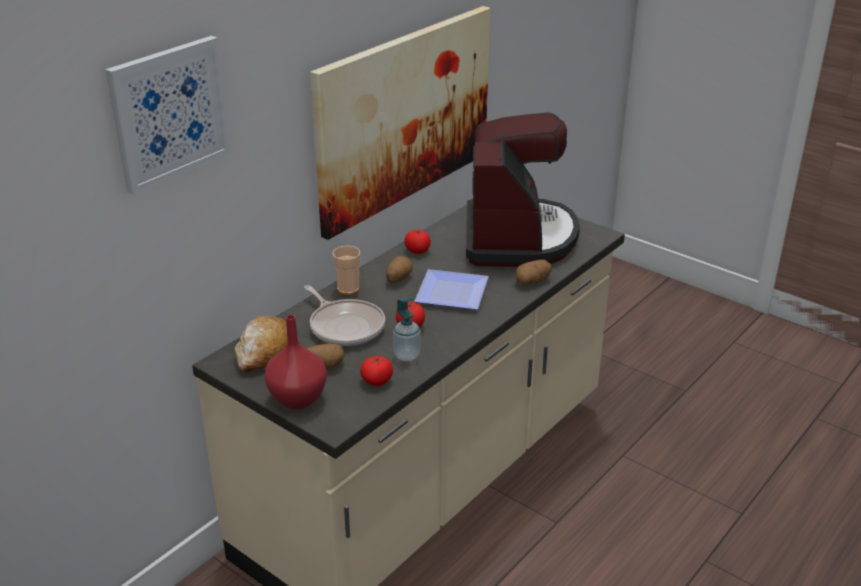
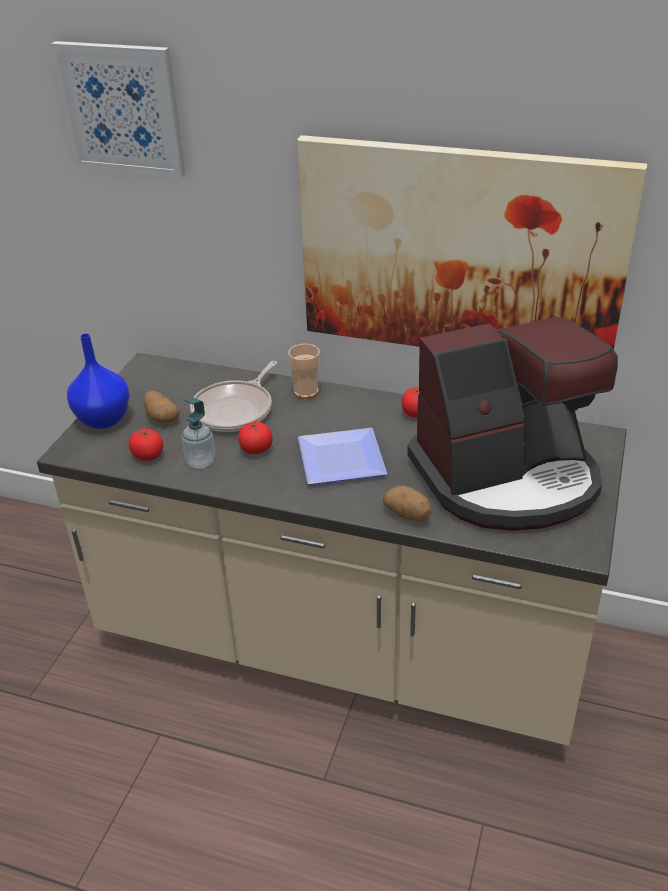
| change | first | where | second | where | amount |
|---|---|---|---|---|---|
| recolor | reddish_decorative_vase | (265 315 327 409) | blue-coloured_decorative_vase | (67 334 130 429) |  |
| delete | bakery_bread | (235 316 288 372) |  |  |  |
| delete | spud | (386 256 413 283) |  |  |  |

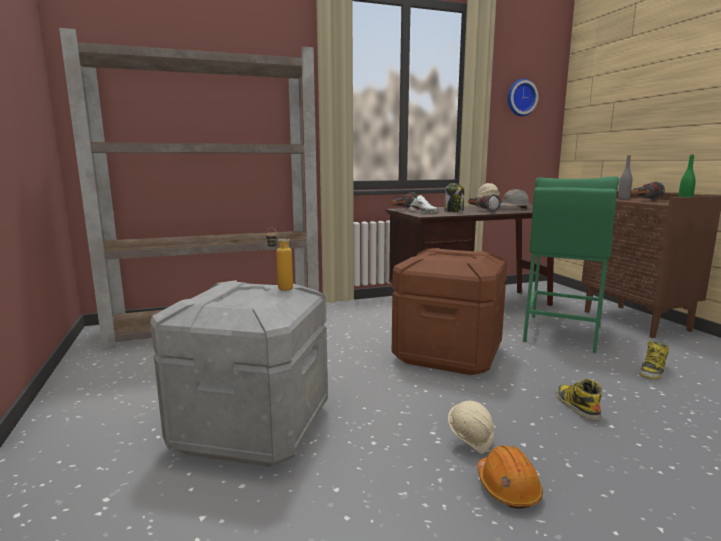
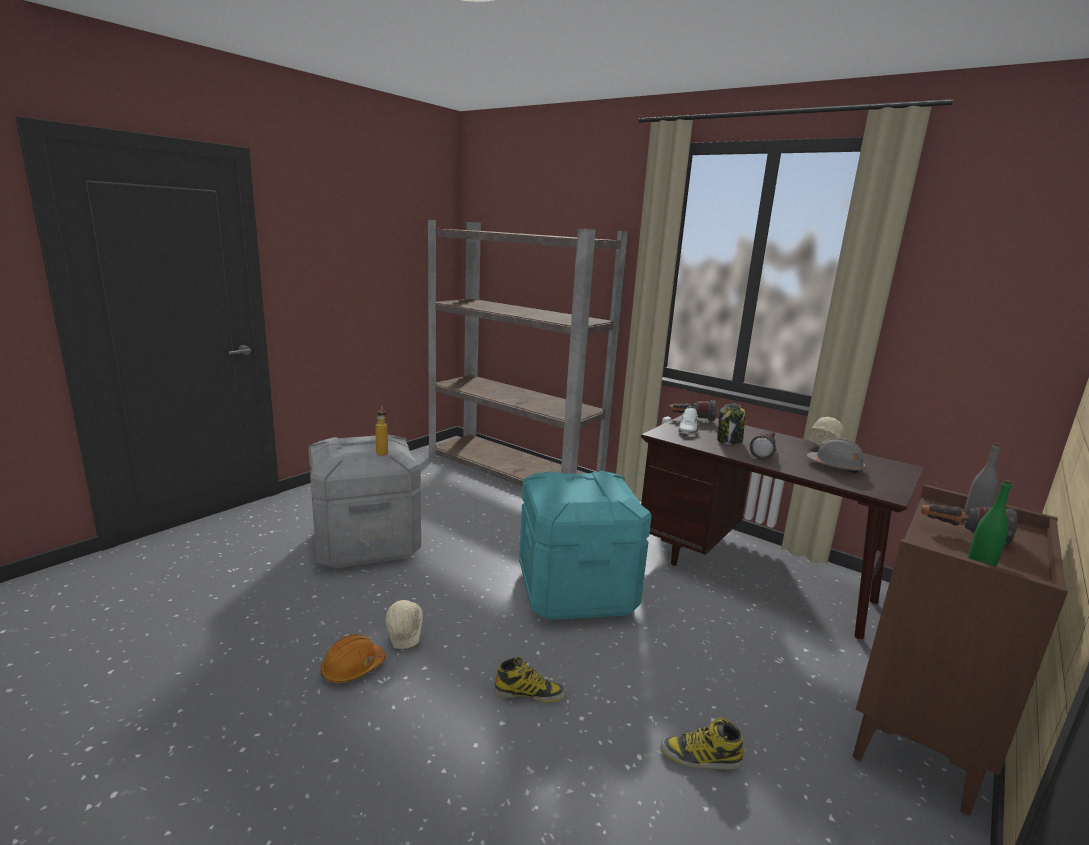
| change | first | where | second | where | amount |
|---|---|---|---|---|---|
| rotate | boot | (556 379 602 421) |  | (494 656 566 703) | 45 degrees clockwise |
| recolor | brown-coloured_storage_box | (392 248 507 375) | turquoise-coloured_storage_box | (519 471 652 620) |  |
| delete | wall_clock | (507 79 538 116) |  |  |  |
| delete | green_stool_seat | (523 176 619 353) |  |  |  |

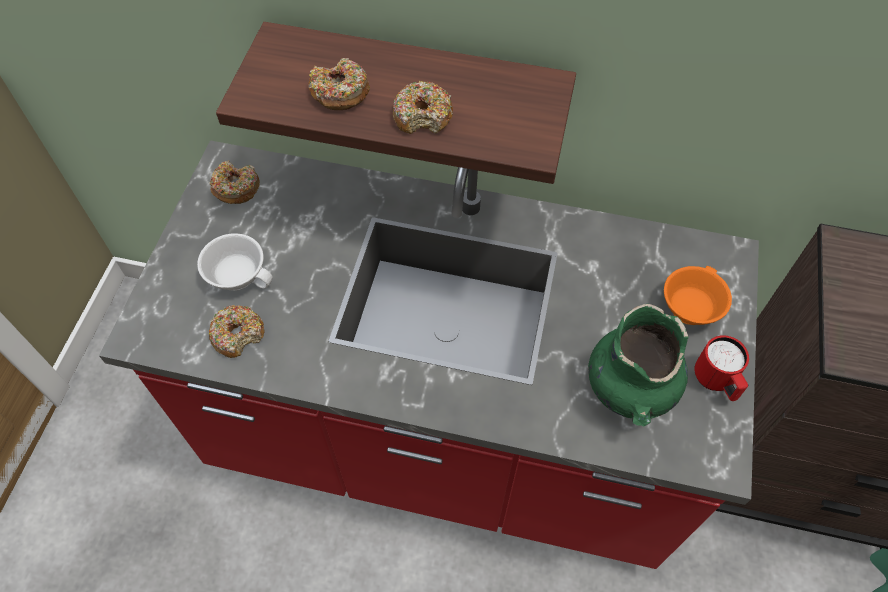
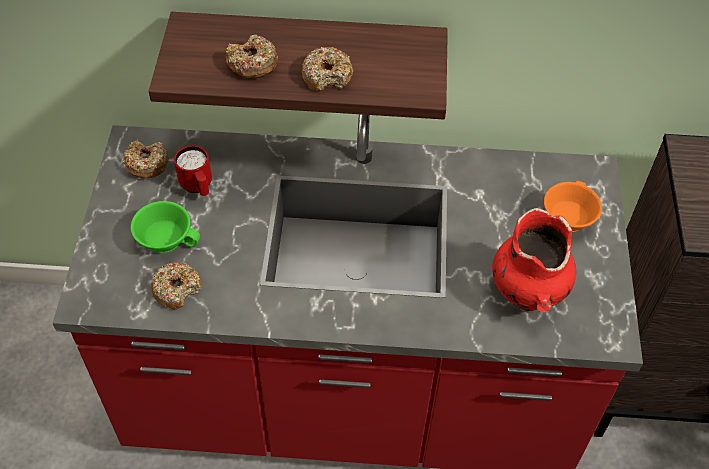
| change | first | where | second | where | amount |
|---|---|---|---|---|---|
| recolor | white_cup | (197 233 273 291) | green_cup | (131 201 200 253) |  |
| move | reddish_mug | (695 335 749 401) |  | (174 145 212 196) |  |
| recolor | green_decorative_vase | (588 304 689 427) | reddish_decorative_vase | (492 208 576 312) |  |

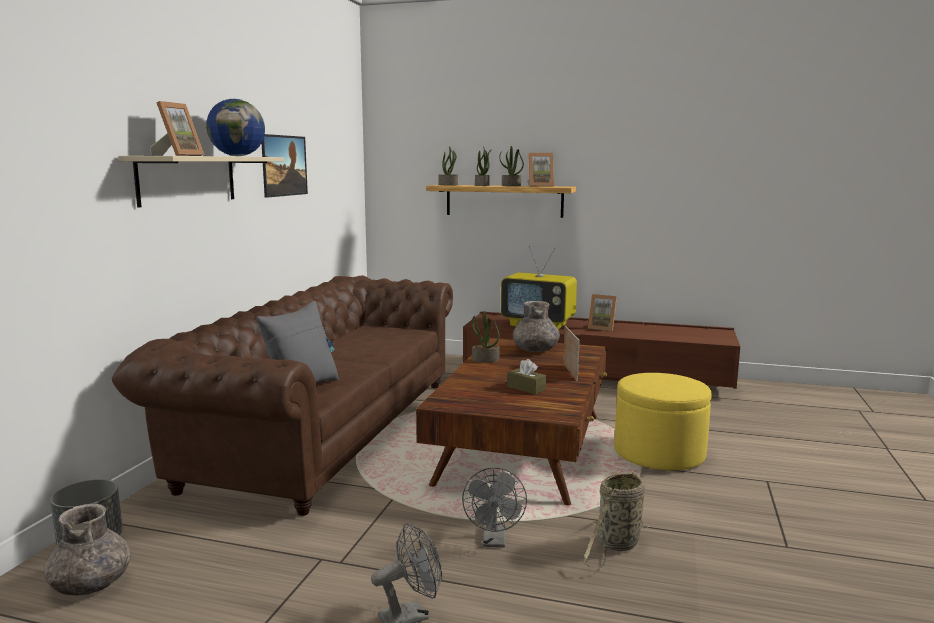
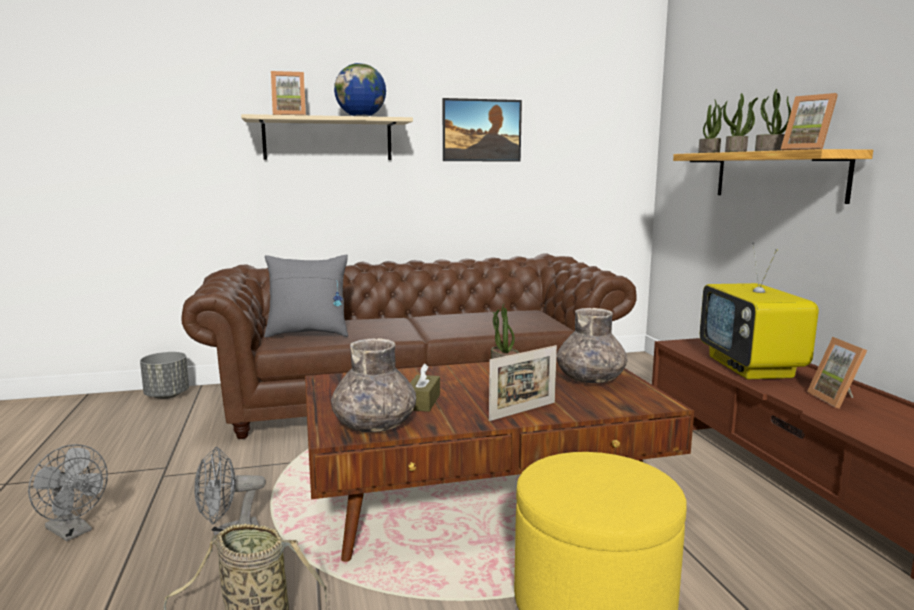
| change | first | where | second | where | amount |
|---|---|---|---|---|---|
| move | gray_decorative_vase | (45 504 131 596) |  | (331 338 416 432) |  |

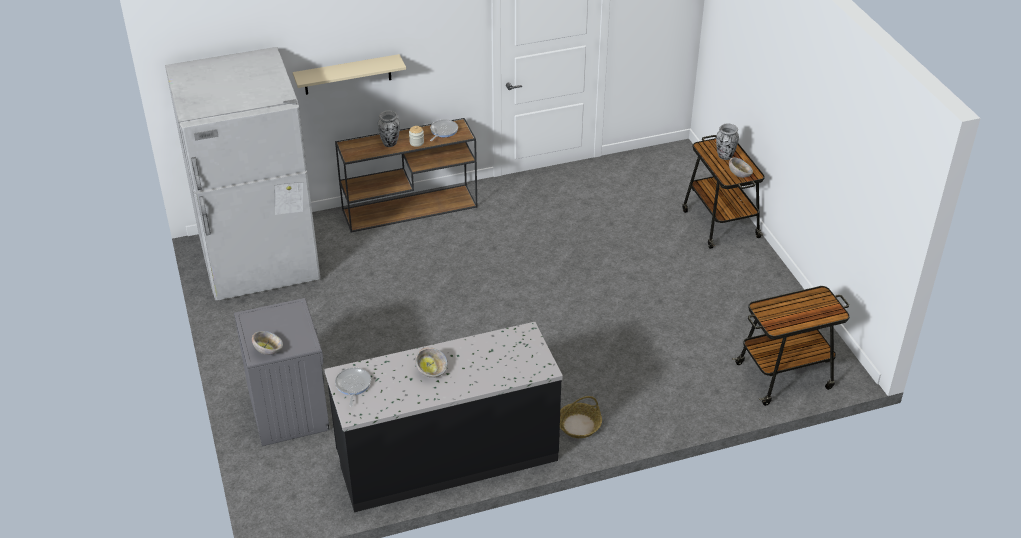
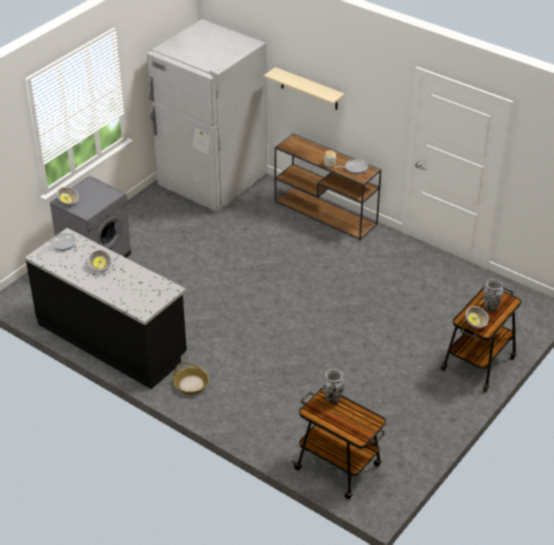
| change | first | where | second | where | amount |
|---|---|---|---|---|---|
| move | decorative_vase | (378 111 400 147) |  | (323 369 345 403) |  |

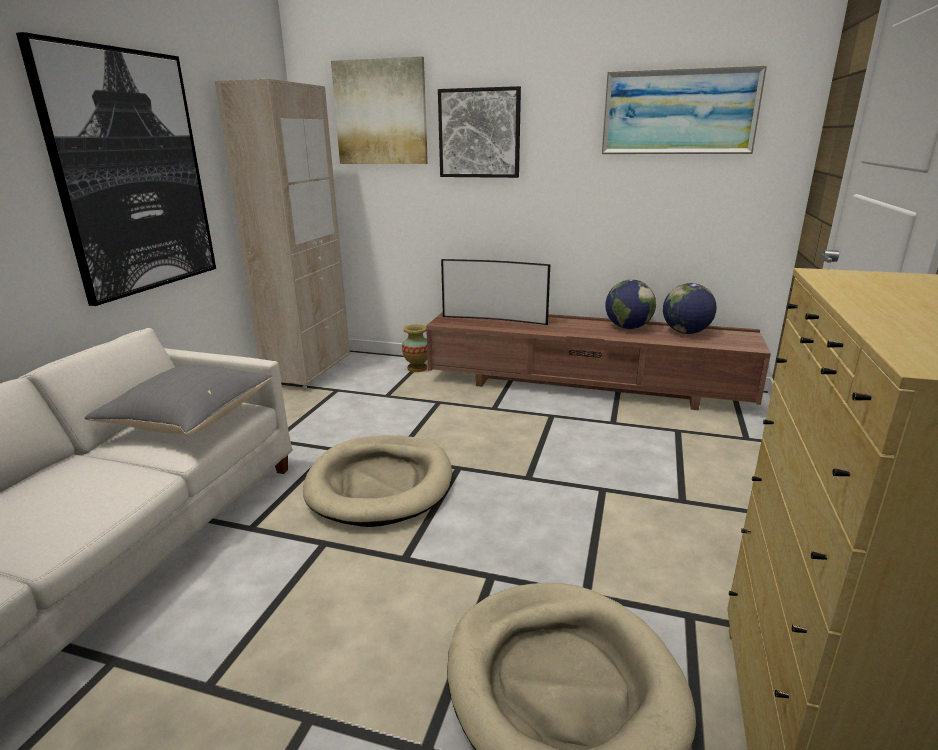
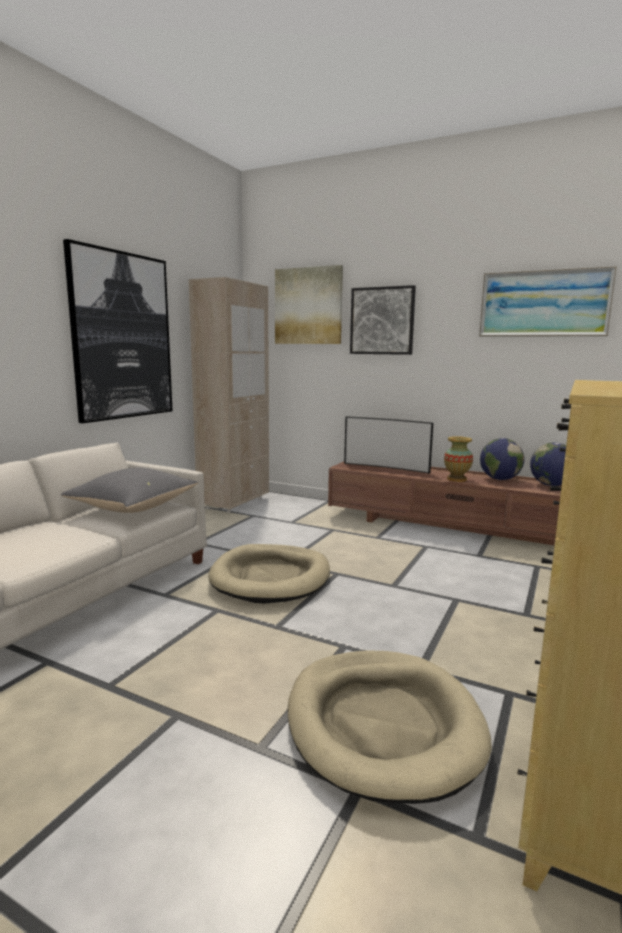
| change | first | where | second | where | amount |
|---|---|---|---|---|---|
| move | decorative_vase | (402 324 428 372) |  | (444 436 473 482) |  |

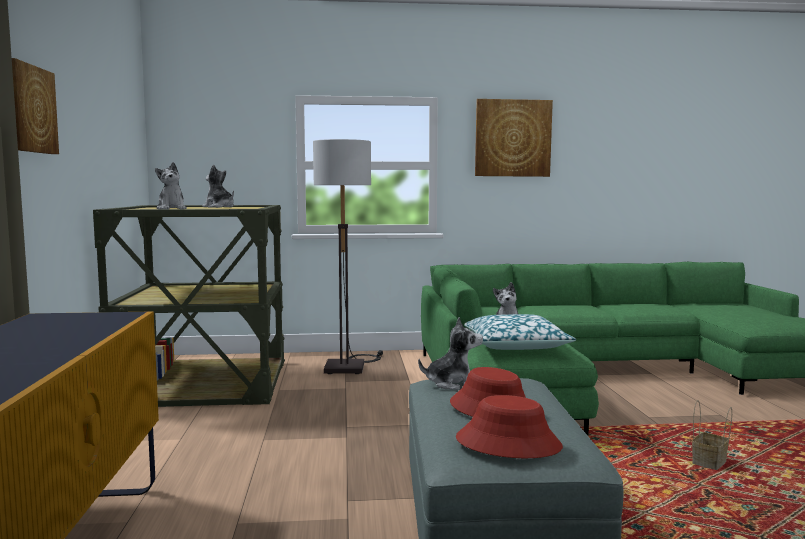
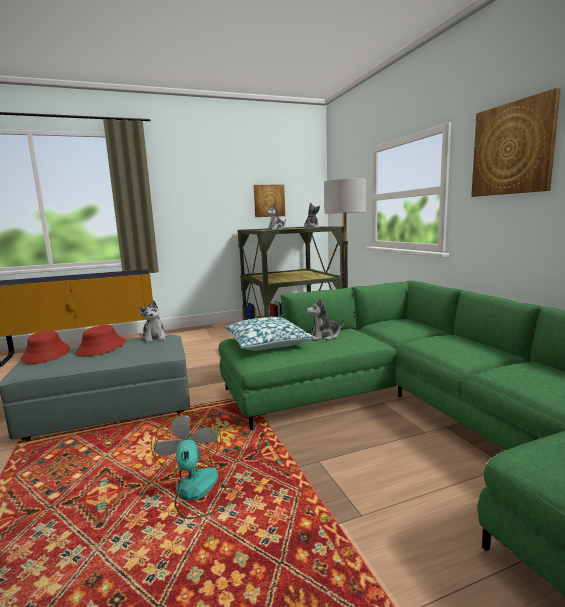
| change | first | where | second | where | amount |
|---|---|---|---|---|---|
| replace | household_basket | (692 400 732 470) | cooling_fan | (151 413 239 519) |  |
| move | wall_picture | (12 58 59 154) |  | (254 184 285 217) |  |

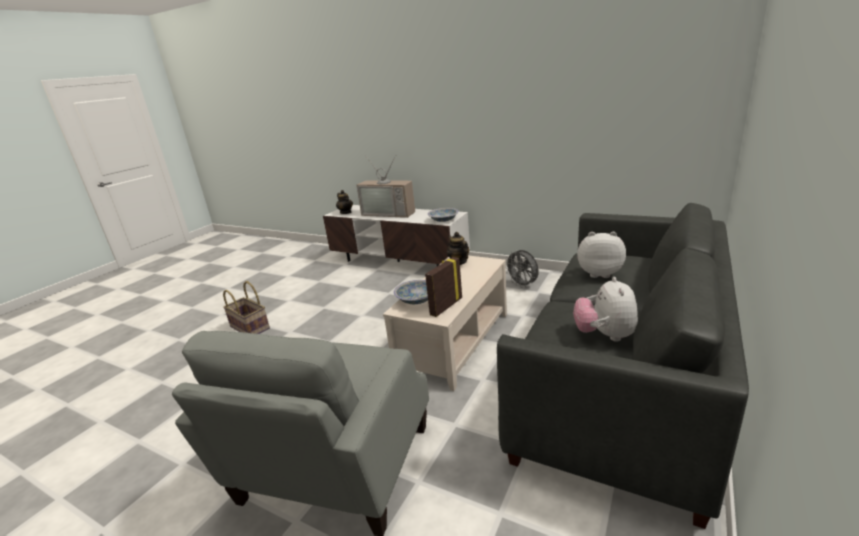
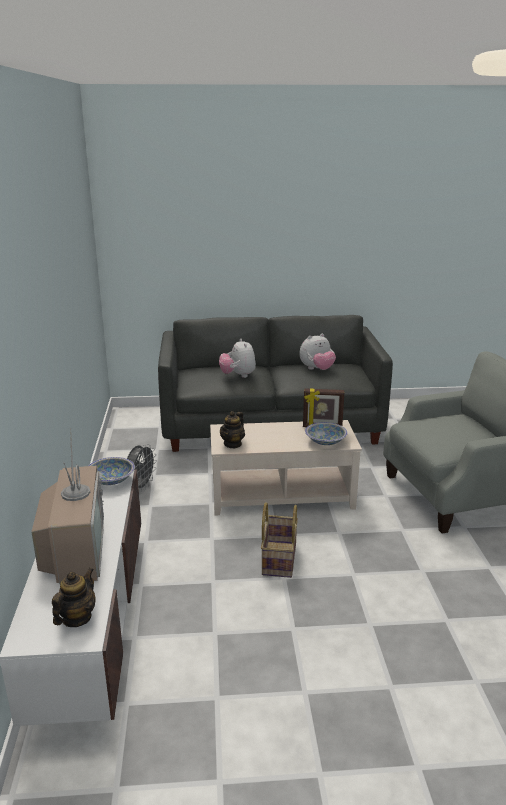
| change | first | where | second | where | amount |
|---|---|---|---|---|---|
| move | household_basket | (223 281 270 334) |  | (261 502 298 578) |  |

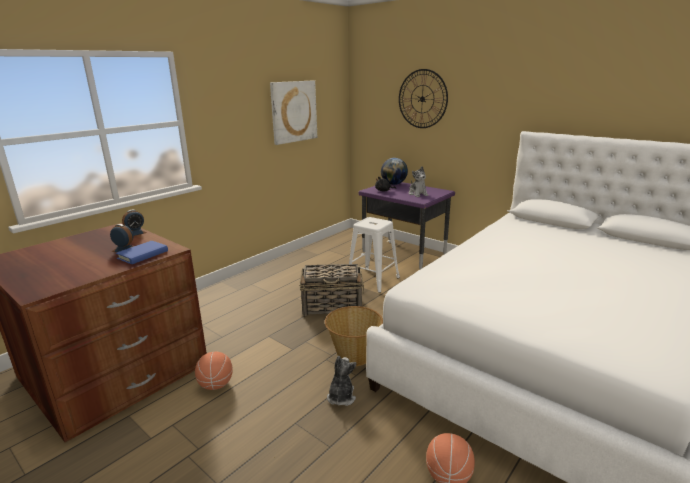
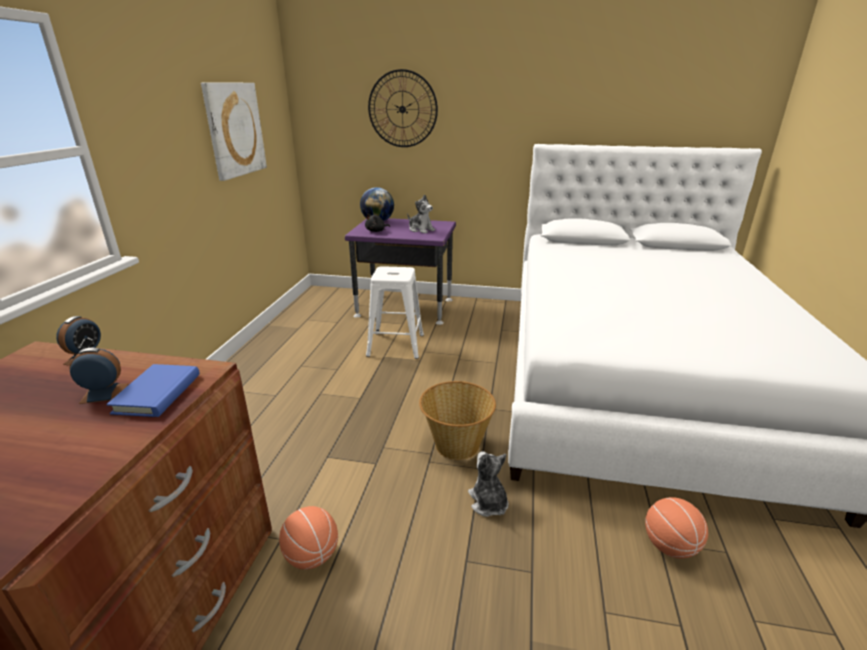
| change | first | where | second | where | amount |
|---|---|---|---|---|---|
| delete | household_basket | (299 264 364 316) |  |  |  |

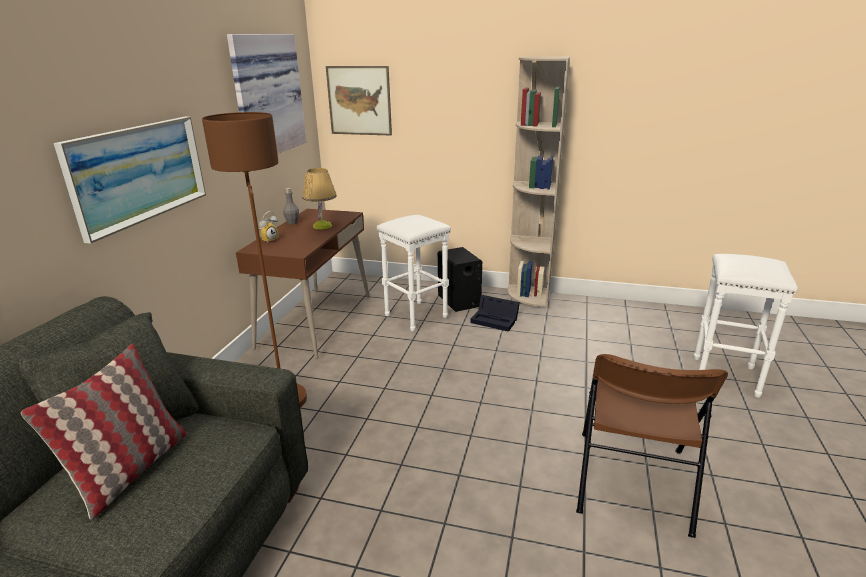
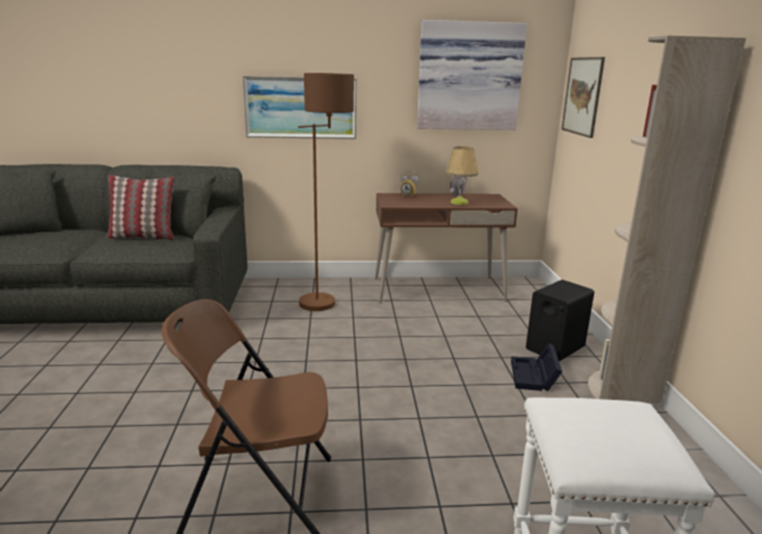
| change | first | where | second | where | amount |
|---|---|---|---|---|---|
| delete | white_stool_seat | (377 215 451 332) |  |  |  |

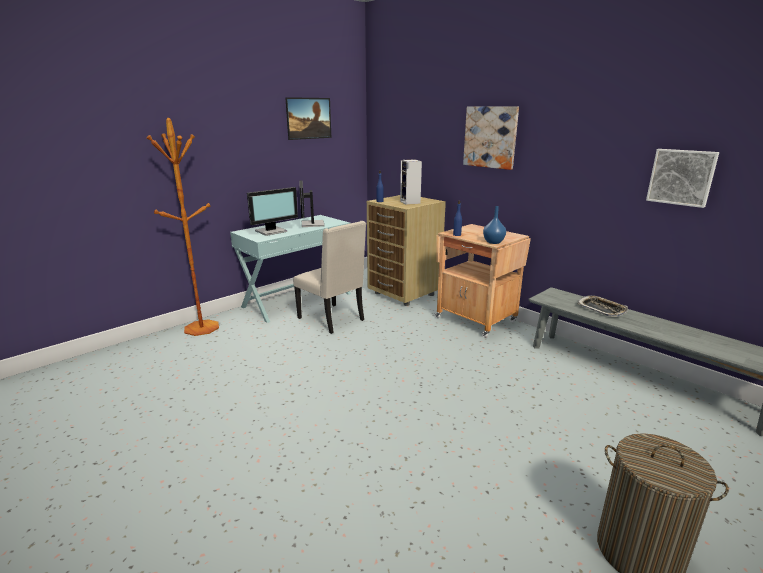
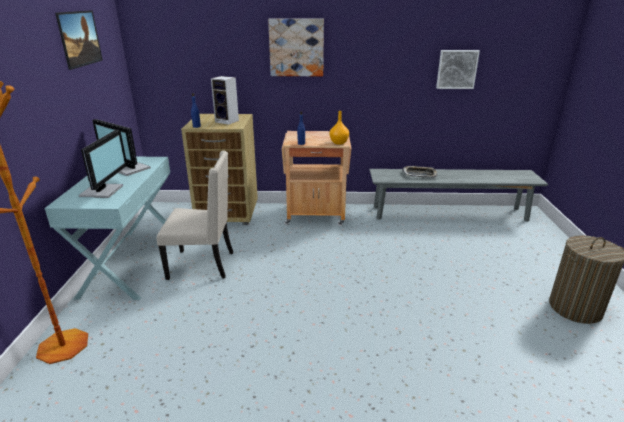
| change | first | where | second | where | amount |
|---|---|---|---|---|---|
| recolor | blue-coloured_decorative_vase | (483 206 506 244) | orange_decorative_vase | (329 111 349 145) |  |

